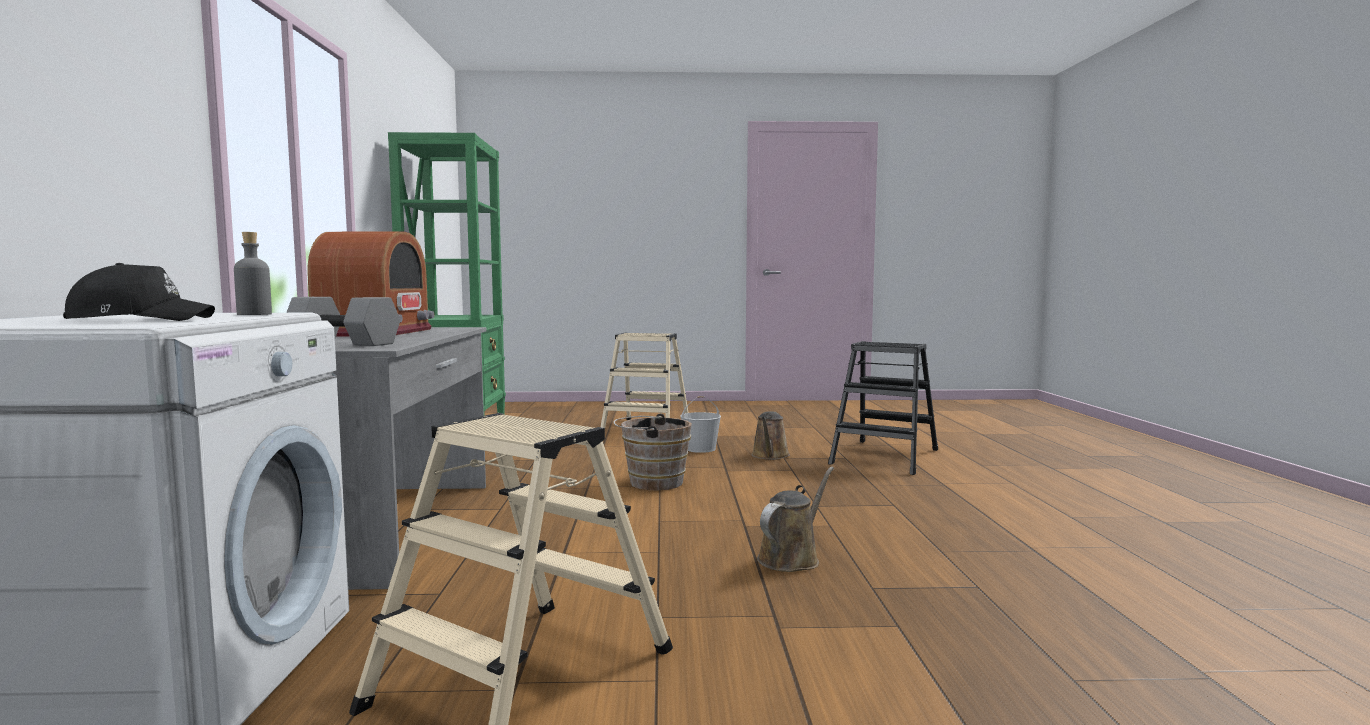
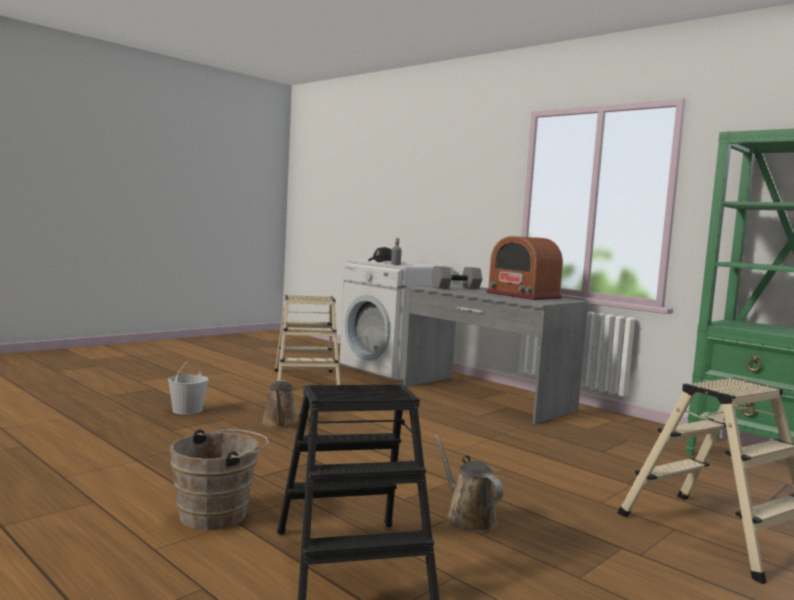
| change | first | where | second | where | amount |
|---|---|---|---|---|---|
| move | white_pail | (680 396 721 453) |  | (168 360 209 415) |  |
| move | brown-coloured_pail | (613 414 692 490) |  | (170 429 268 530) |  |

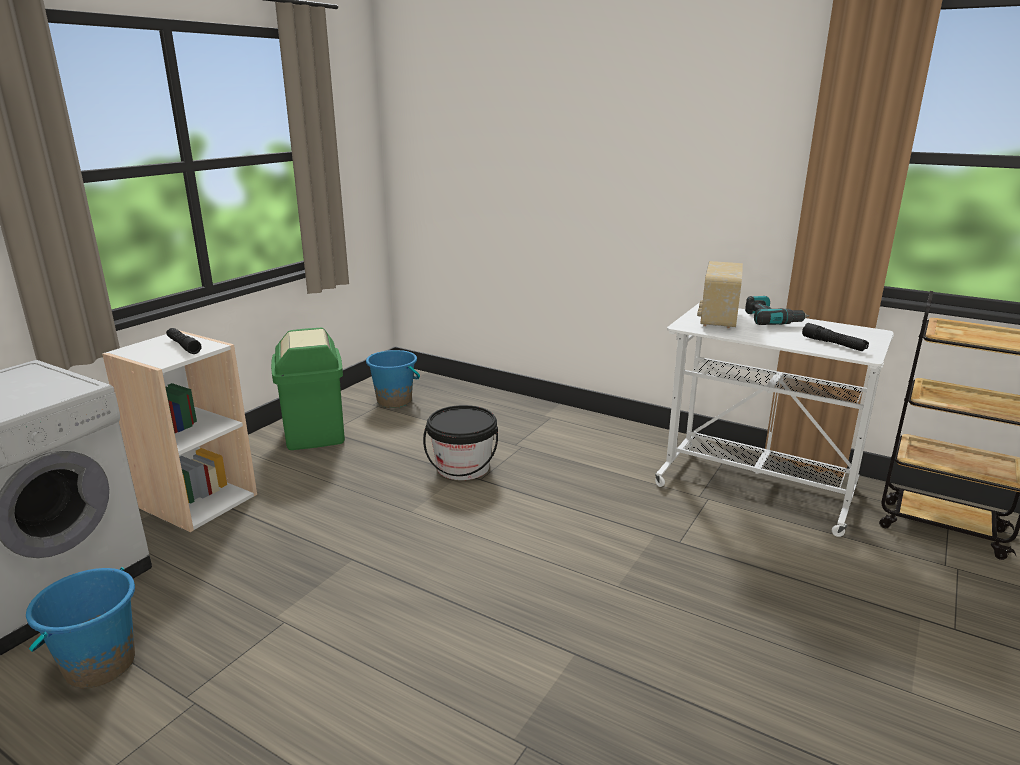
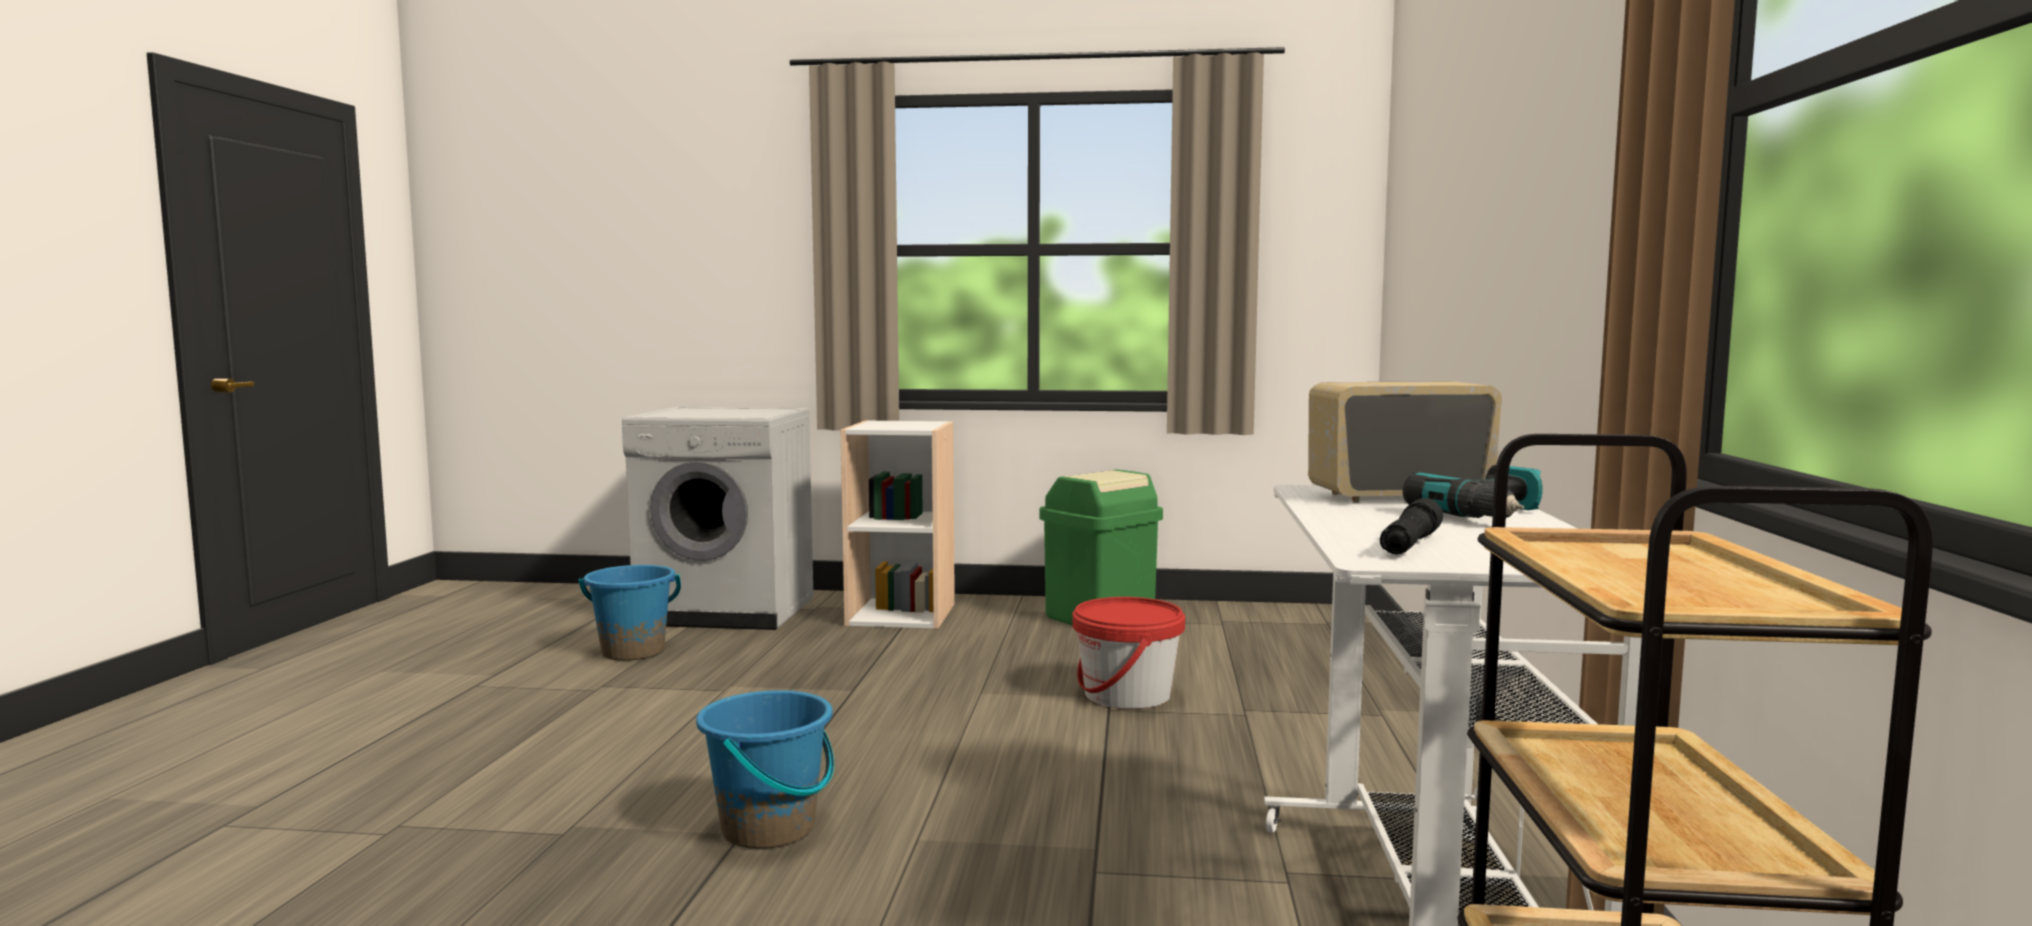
| change | first | where | second | where | amount |
|---|---|---|---|---|---|
| move | blue-coloured_pail | (366 350 420 408) |  | (696 690 834 849) |  |
| recolor | black-coloured_pail | (423 405 498 480) | reddish_pail | (1072 597 1185 709) |  |
| delete | black-coloured_torch | (166 328 202 354) |  |  |  |

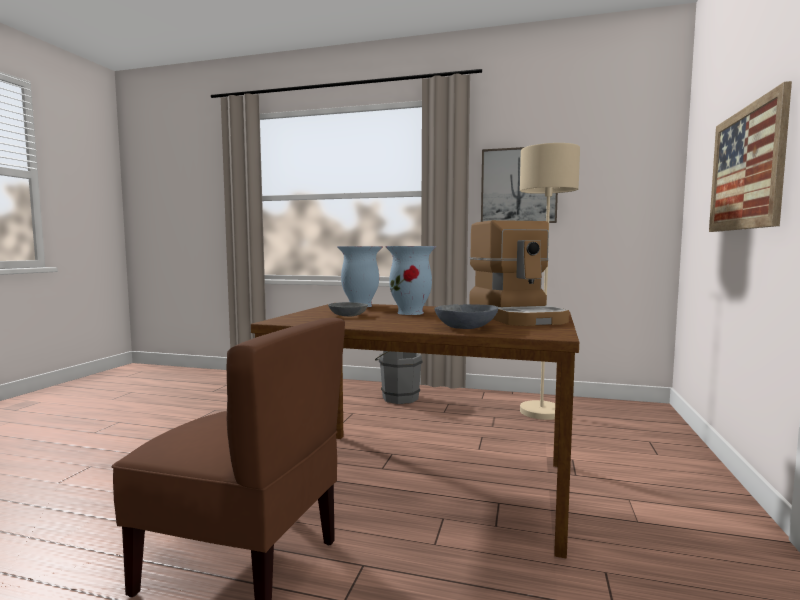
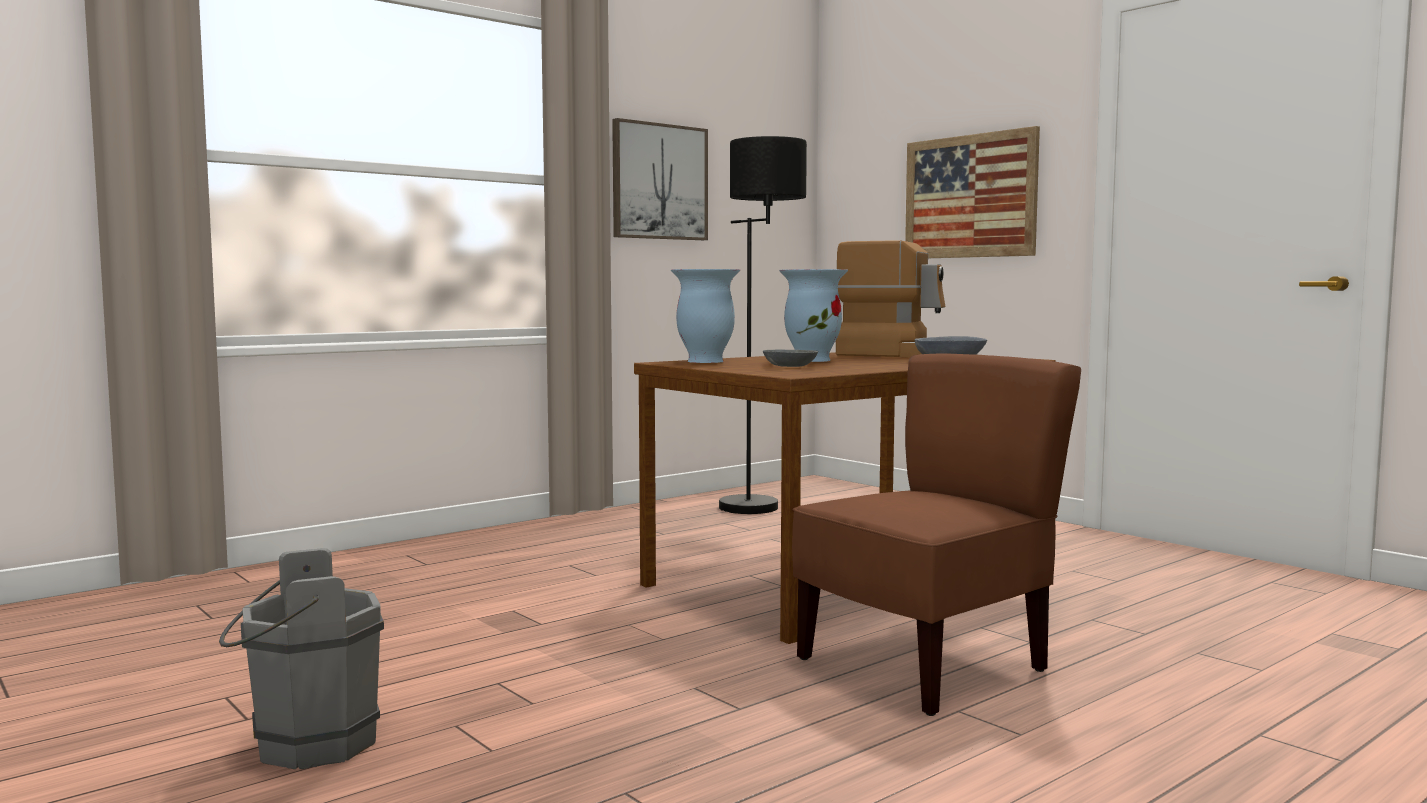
| change | first | where | second | where | amount |
|---|---|---|---|---|---|
| move | gray_pail | (375 351 423 404) |  | (219 548 384 769) |  |
| recolor | beige-coloured_standard_lamp | (520 143 580 420) | black-coloured_standard_lamp | (719 136 807 514) |  |

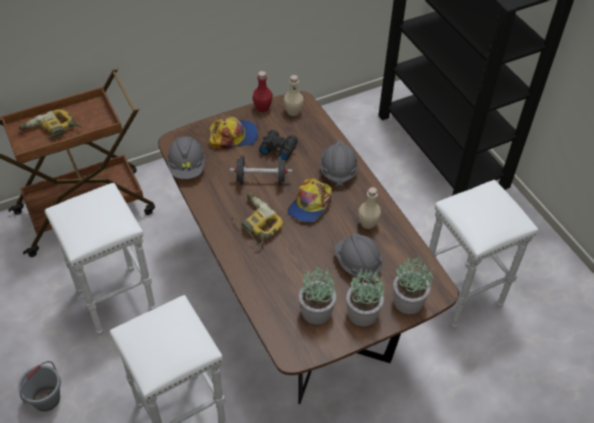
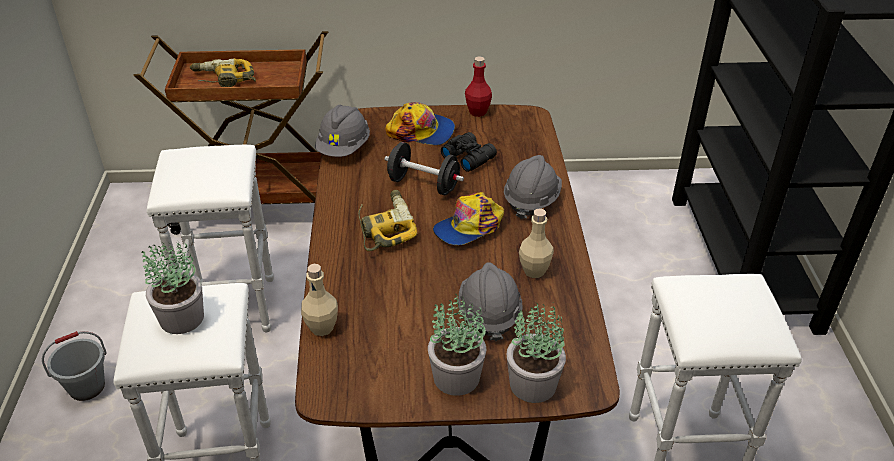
| change | first | where | second | where | amount |
|---|---|---|---|---|---|
| move | potted_plant | (299 266 336 324) |  | (141 241 204 334) |  |
| move | beige-coloured_drink_bottle | (284 75 304 116) |  | (301 264 338 336) |  |

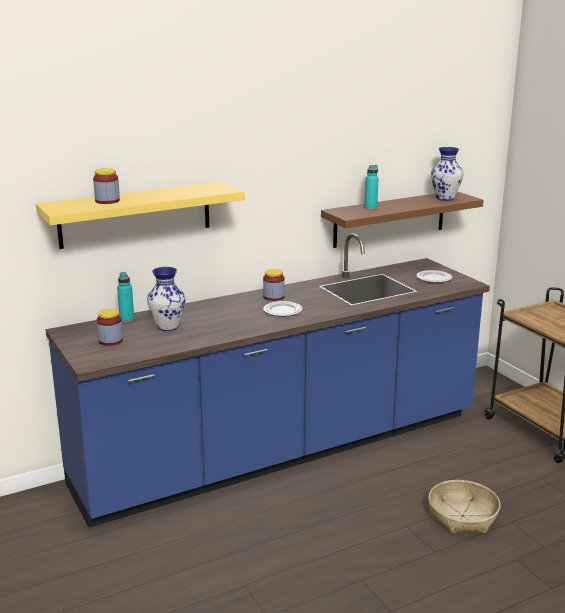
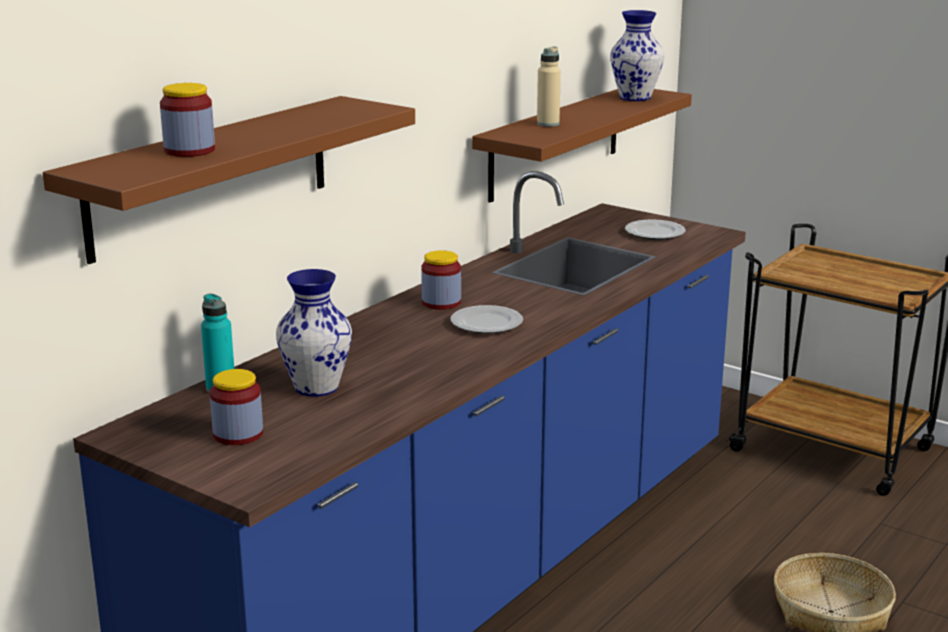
| change | first | where | second | where | amount |
|---|---|---|---|---|---|
| recolor | yellow_shelf | (36 181 245 249) | brown-coloured_shelf | (43 96 415 264) |  |
| recolor | turquoise-coloured_drink_bottle | (364 165 379 210) | beige-coloured_drink_bottle | (537 47 561 127) |  |

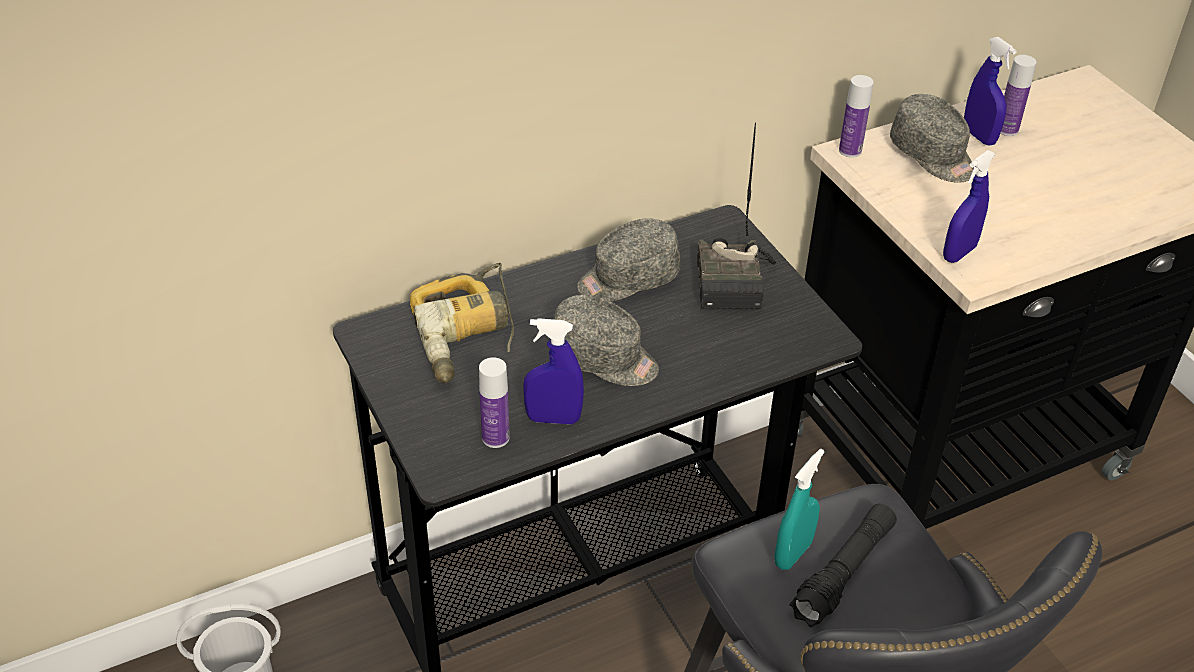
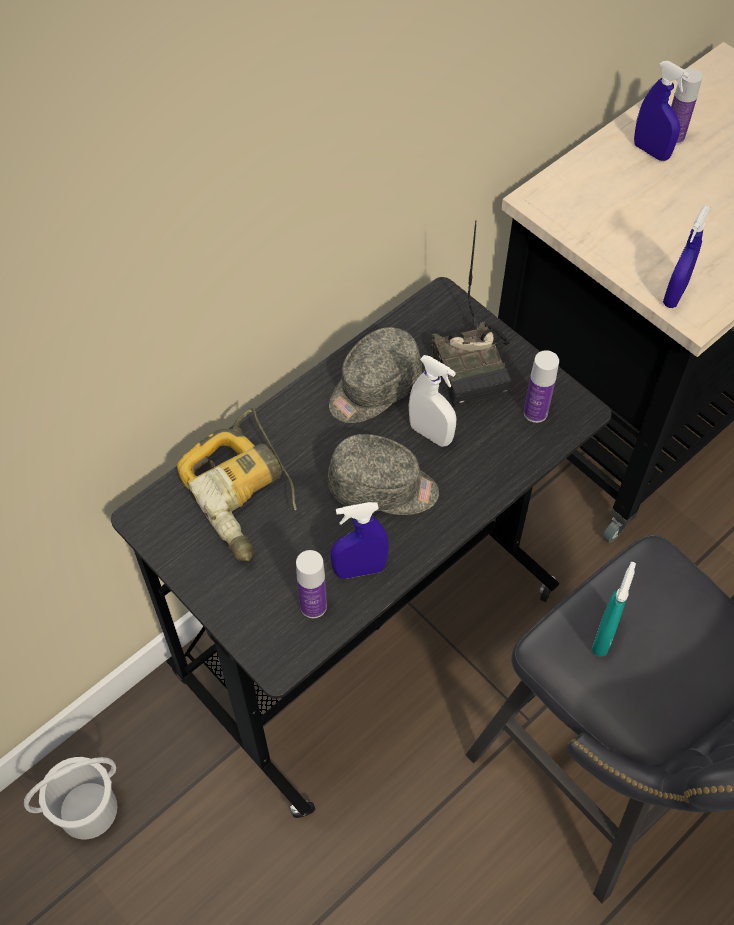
| change | first | where | second | where | amount |
|---|---|---|---|---|---|
| insert |  |  | white_spray_bottle | (409 355 456 447) |  |
| move | drink_bottle | (839 75 874 158) |  | (524 350 559 423) |  |
| delete | black-coloured_torch | (790 504 897 627) |  |  |  |
| delete | gray_baseball_cap | (890 94 974 183) |  |  |  |

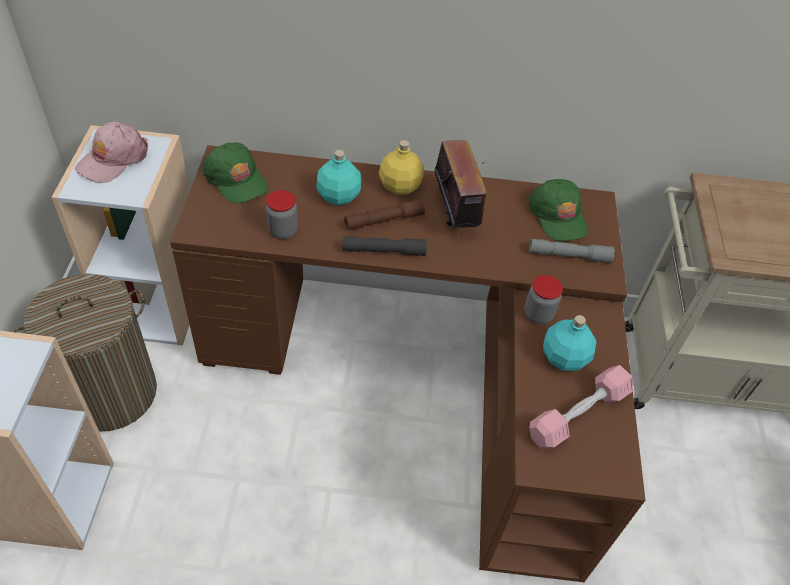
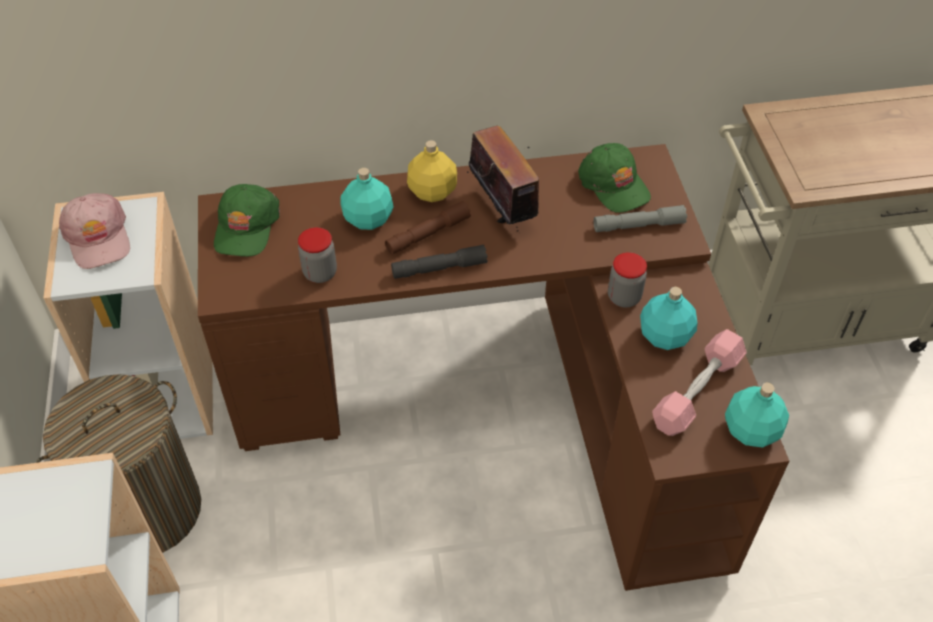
| change | first | where | second | where | amount |
|---|---|---|---|---|---|
| rotate | pinkish_baseball_cap | (75 122 148 183) |  | (59 193 130 269) | 45 degrees counterclockwise |
| rotate | green_baseball_cap | (202 142 268 204) |  | (214 184 280 257) | 60 degrees clockwise |
| insert |  |  | turquoise-coloured_drink_bottle | (725 383 789 447) |  |

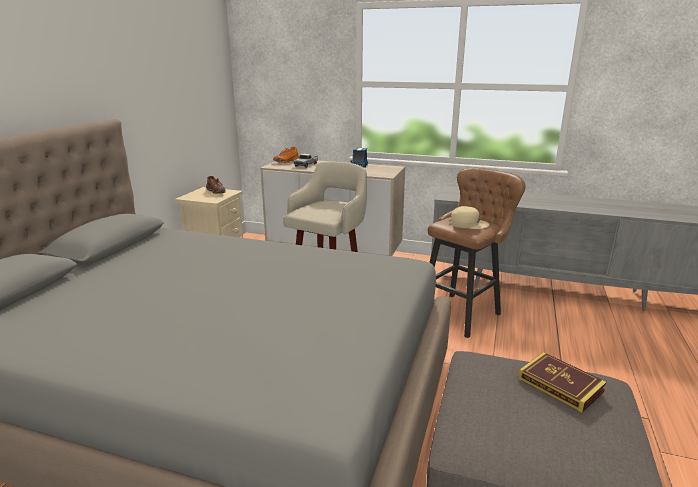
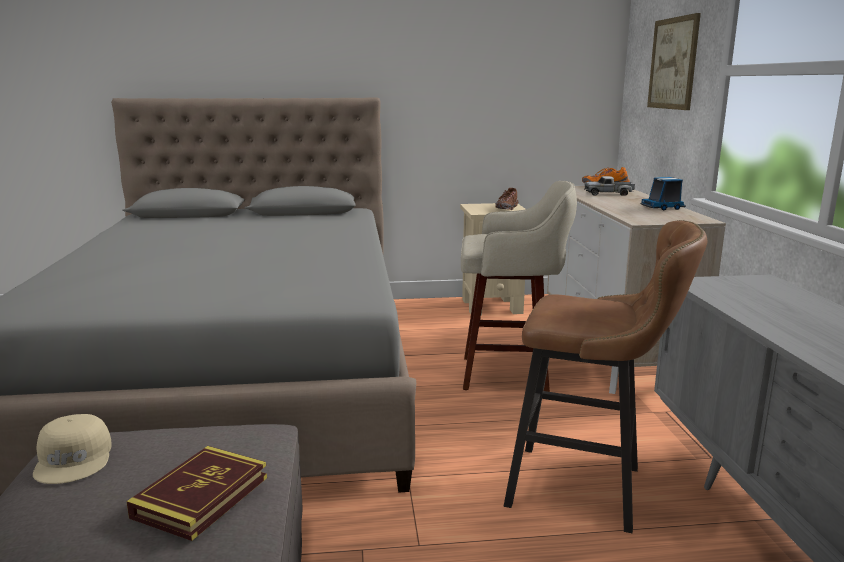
| change | first | where | second | where | amount |
|---|---|---|---|---|---|
| move | beige-coloured_baseball_cap | (450 206 489 229) |  | (33 414 112 484) |  |
| insert |  |  | wall_picture | (647 13 701 110) |  |

